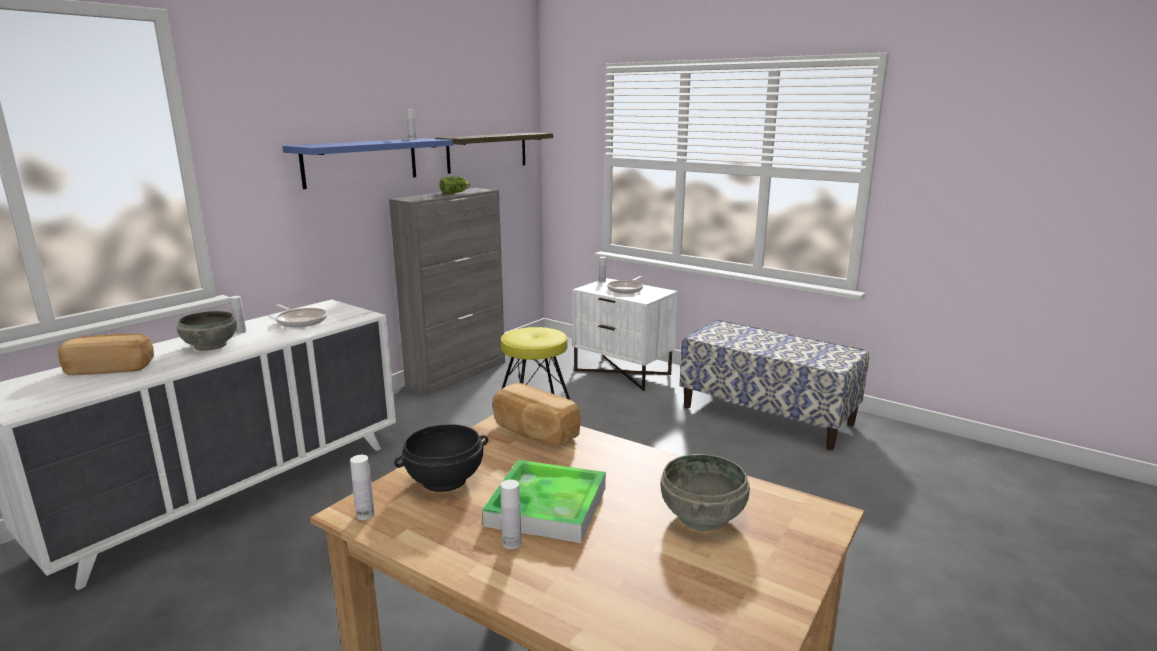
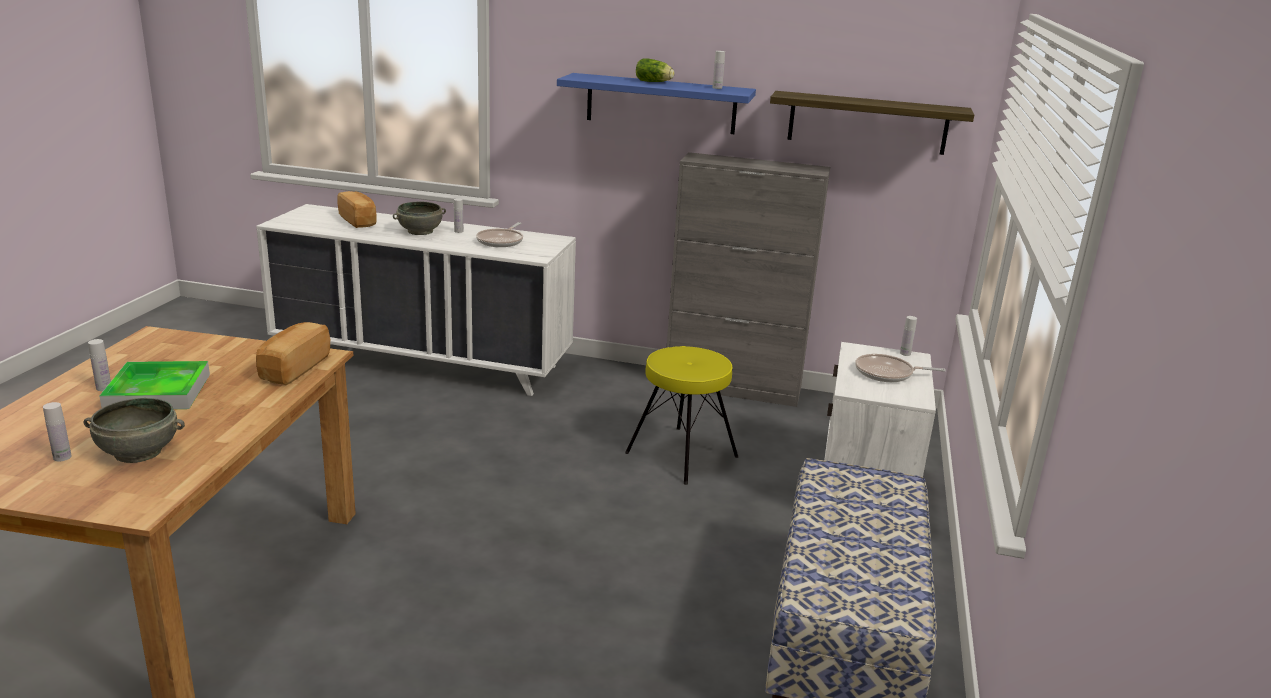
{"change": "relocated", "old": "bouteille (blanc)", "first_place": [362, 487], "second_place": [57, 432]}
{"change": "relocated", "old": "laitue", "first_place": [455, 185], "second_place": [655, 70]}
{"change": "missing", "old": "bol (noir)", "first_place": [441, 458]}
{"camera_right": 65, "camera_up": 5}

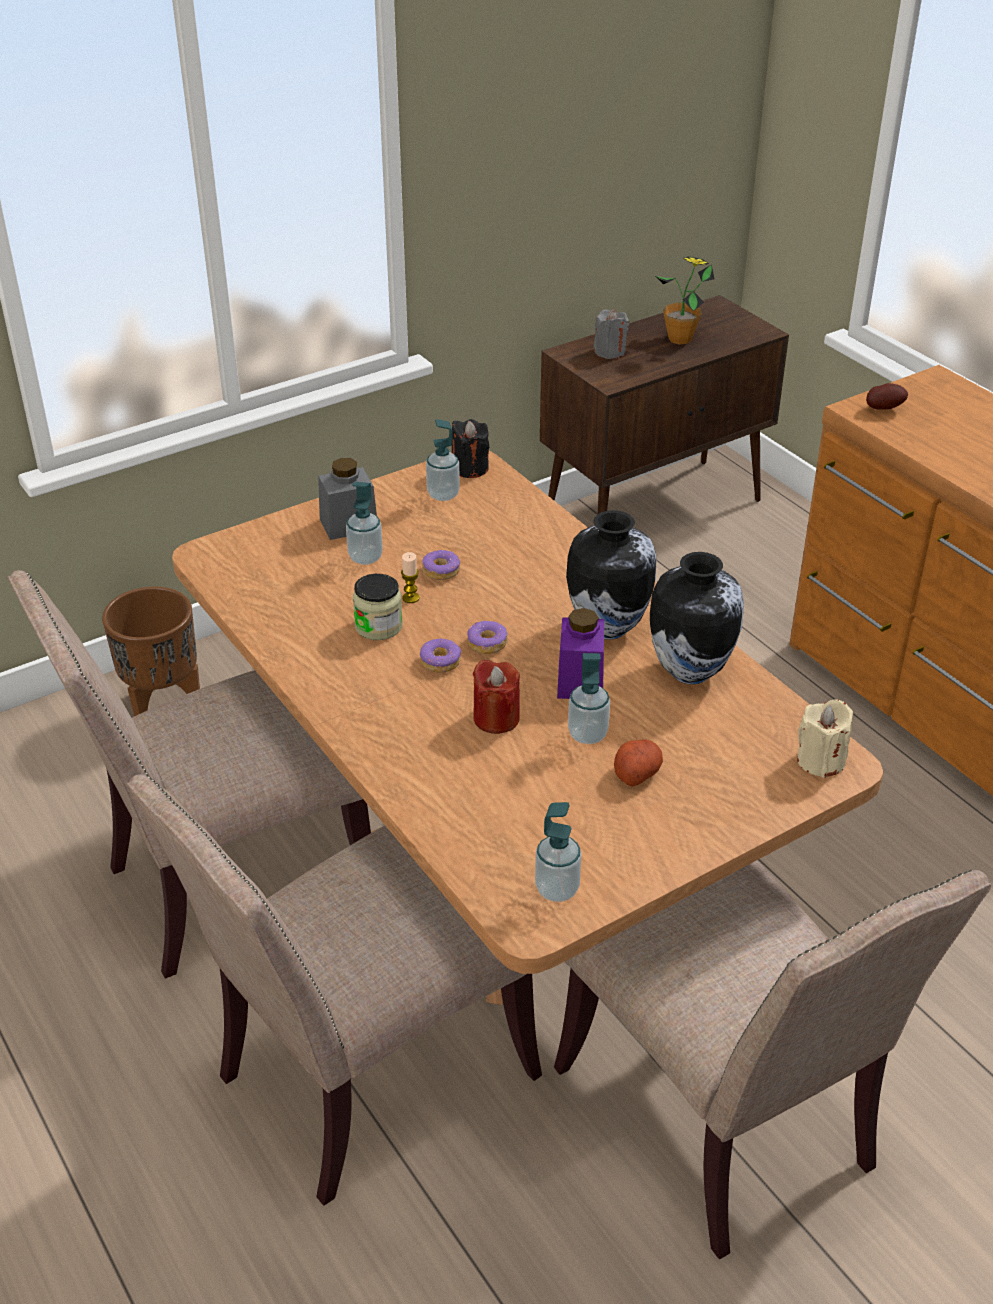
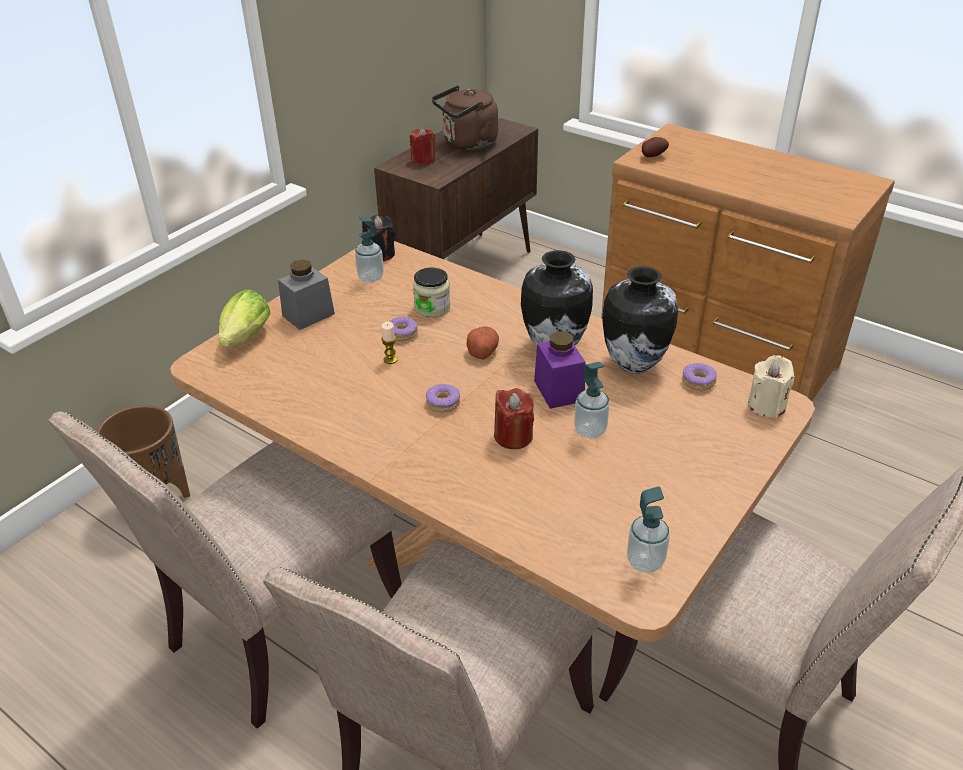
{"change": "appeared", "new": "laitue", "second_place": [244, 318]}
{"change": "colour", "old": "bougie (gris)", "new": "bougie (rouge)", "first_place": [611, 334], "second_place": [422, 146]}
{"change": "relocated", "old": "bocal", "first_place": [378, 607], "second_place": [431, 293]}
{"change": "exchanged", "old": "plante en pot", "new": "bouilloire (marron)", "first_place": [685, 300], "second_place": [465, 118]}
{"change": "relocated", "old": "pomme de terre", "first_place": [638, 763], "second_place": [483, 343]}
{"change": "relocated", "old": "beignet", "first_place": [487, 637], "second_place": [699, 377]}
{"change": "missing", "old": "distributeur de savon", "first_place": [364, 523]}
{"camera_right": -20, "camera_up": 0}

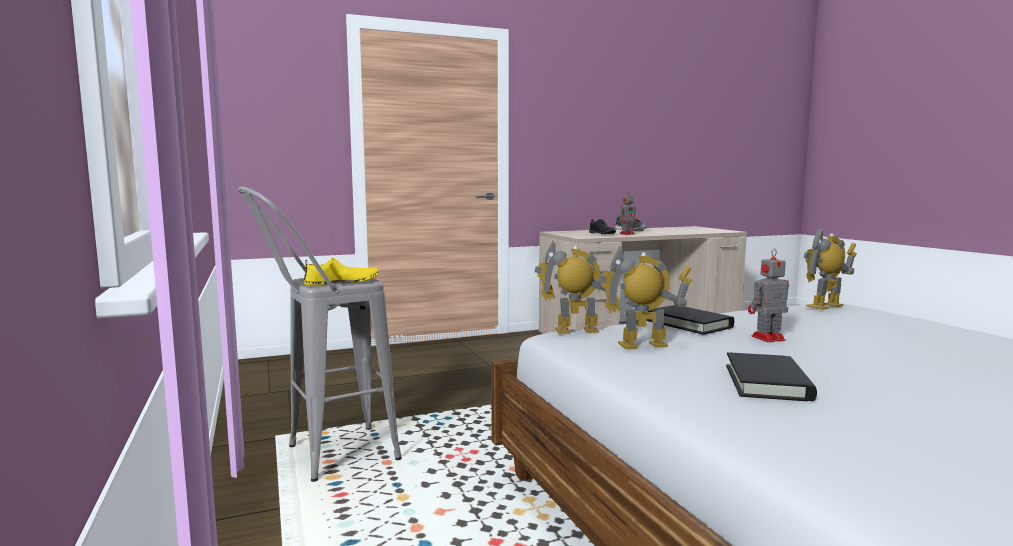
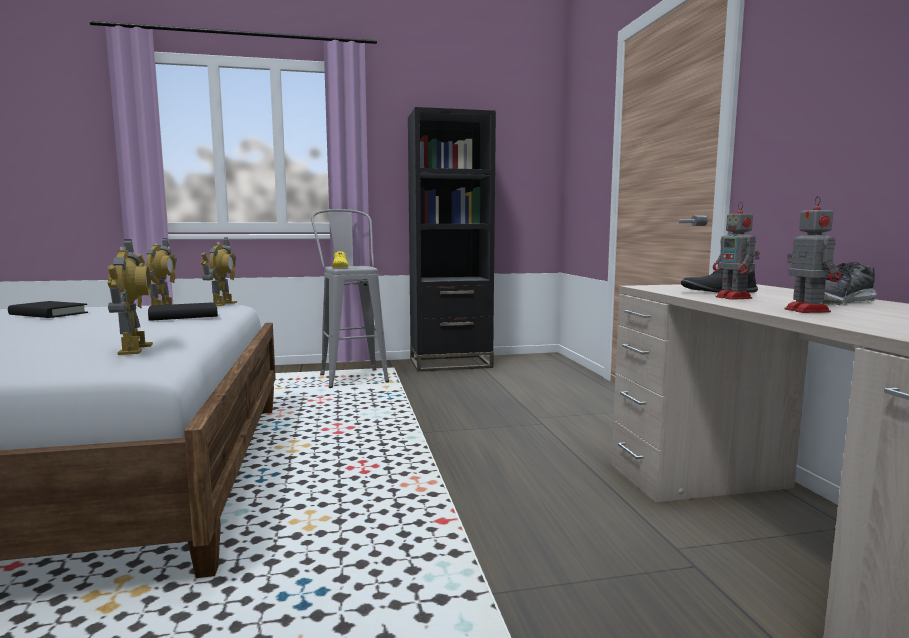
{"change": "appeared", "new": "bibliothèque (noir)", "second_place": [452, 239]}
{"change": "relocated", "old": "robot jouet", "first_place": [768, 295], "second_place": [813, 254]}
{"camera_right": 100, "camera_up": 0}

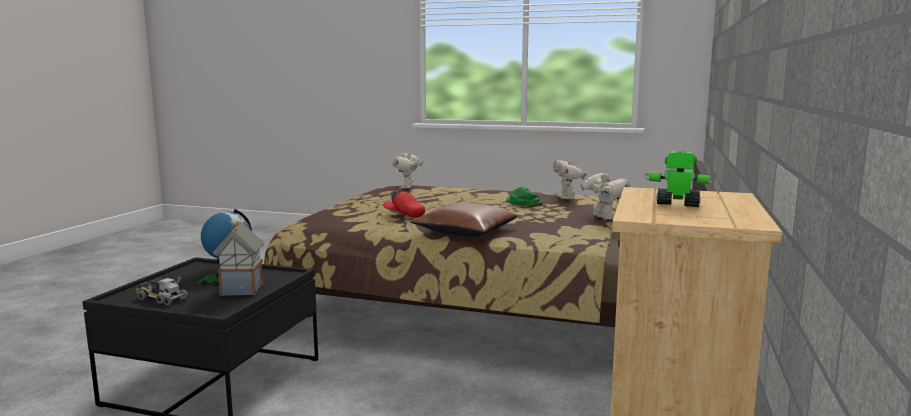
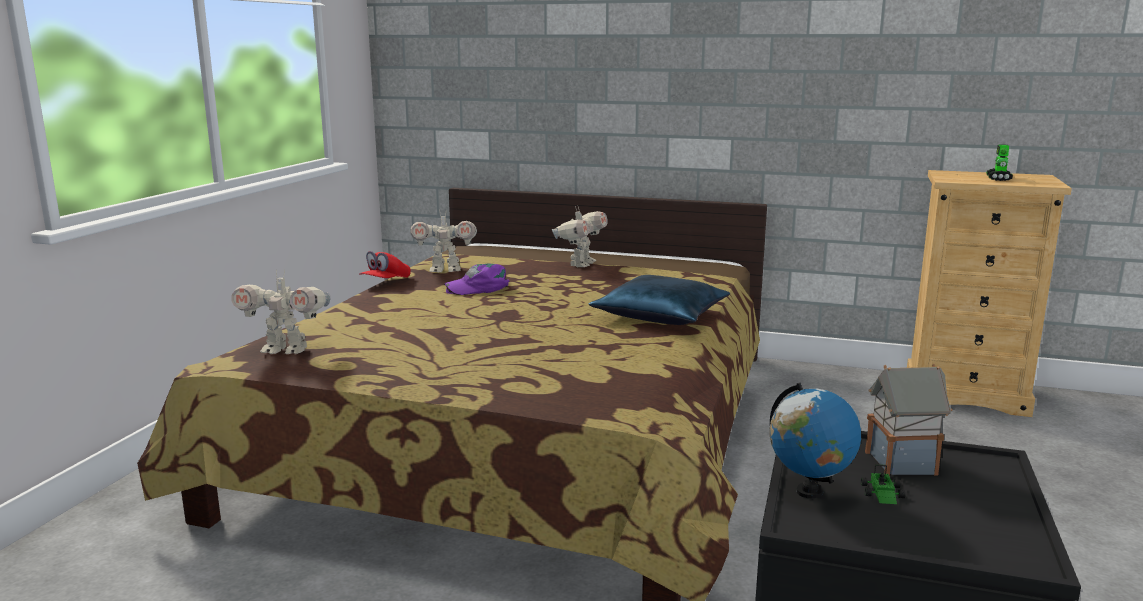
{"change": "relocated", "old": "casquette (rouge)", "first_place": [404, 203], "second_place": [385, 264]}
{"change": "colour", "old": "casquette (vert)", "new": "casquette (violet)", "first_place": [524, 197], "second_place": [476, 279]}
{"change": "spun", "old": "robot jouet", "first_place": [605, 195], "second_place": [580, 236], "degrees": 135}
{"change": "colour", "old": "coussin (marron)", "new": "coussin (bleu)", "first_place": [464, 219], "second_place": [659, 300]}
{"change": "missing", "old": "camion jouet", "first_place": [162, 292]}
{"camera_right": -90, "camera_up": 5}

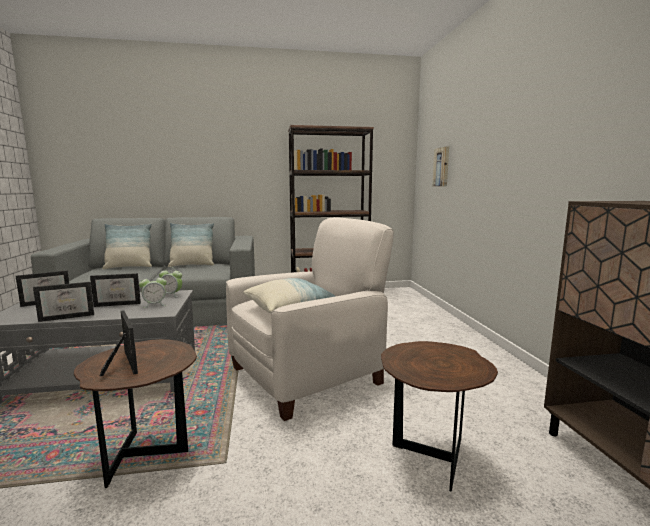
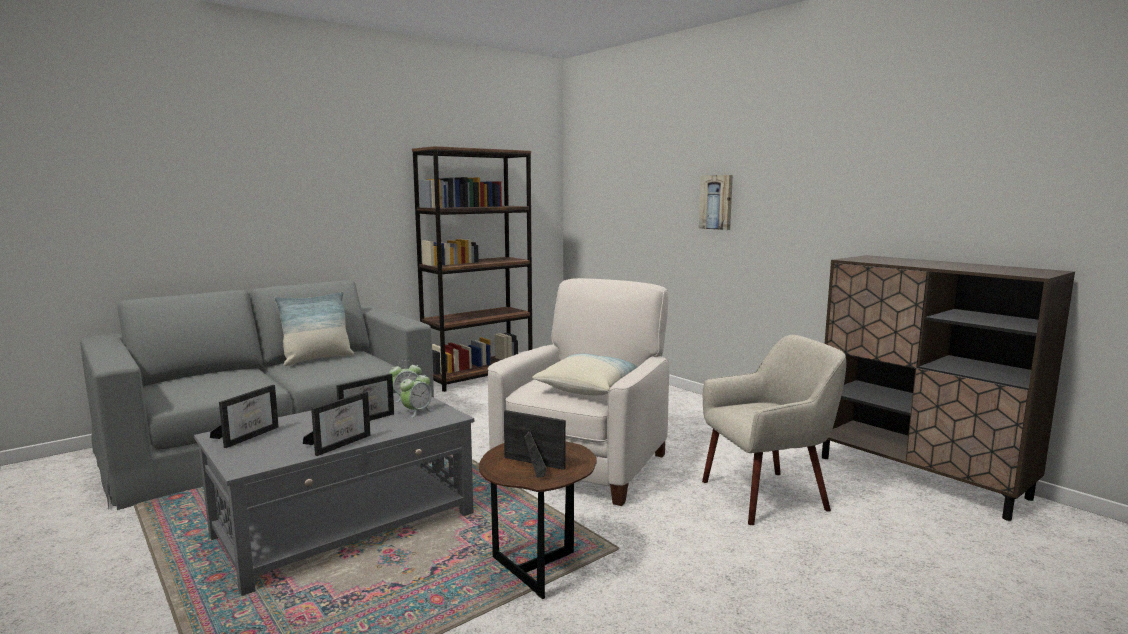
{"change": "relocated", "old": "tableau", "first_place": [440, 166], "second_place": [716, 202]}
{"change": "exchanged", "old": "table d'appoint (marron)", "new": "fauteuil (beige)", "first_place": [439, 416], "second_place": [774, 430]}
{"change": "missing", "old": "coussin", "first_place": [127, 246]}
{"camera_right": -30, "camera_up": 0}

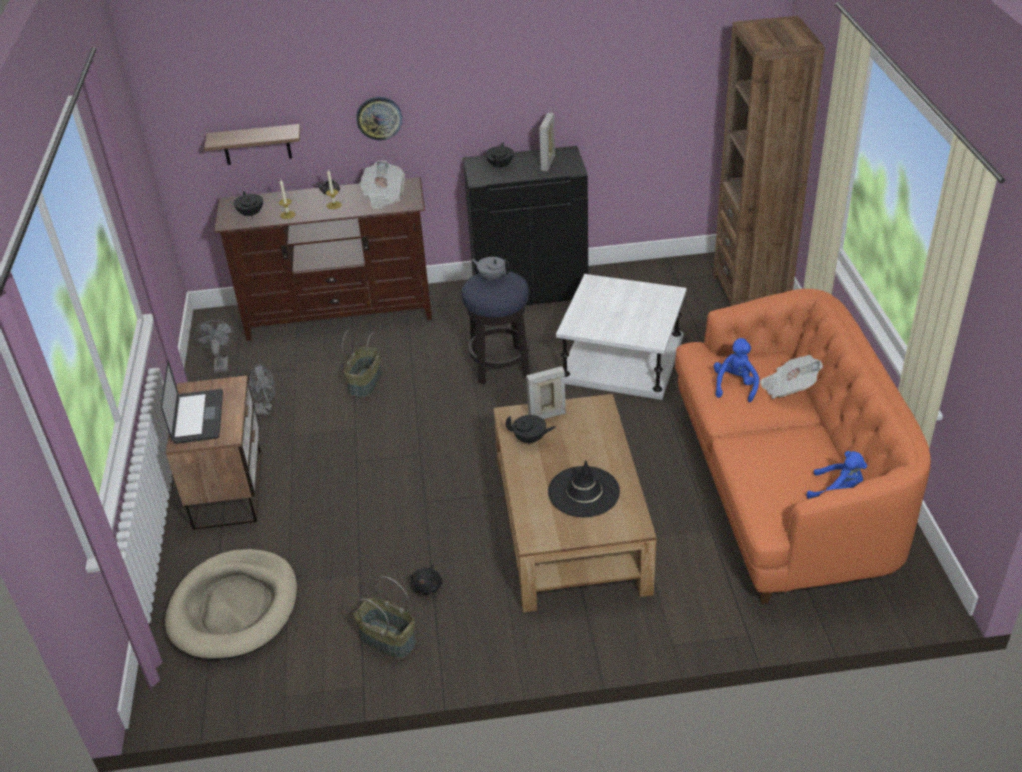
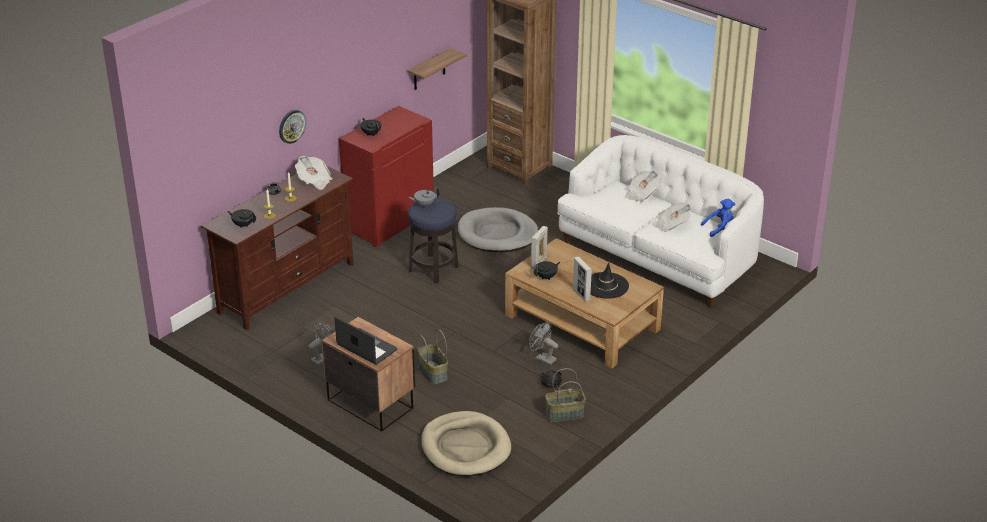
{"change": "colour", "old": "meuble de rangement (noir)", "new": "meuble de rangement (rouge)", "first_place": [525, 225], "second_place": [386, 176]}
{"change": "relocated", "old": "étagère", "first_place": [252, 144], "second_place": [437, 69]}
{"change": "relocated", "old": "panier", "first_place": [362, 363], "second_place": [432, 356]}
{"change": "exchanged", "old": "table d'appoint (blanc)", "new": "panier pour chien (gris)", "first_place": [621, 337], "second_place": [498, 229]}
{"change": "relocated", "old": "ventilateur (gris)", "first_place": [215, 346], "second_place": [543, 343]}
{"change": "colour", "old": "canapé (orange)", "new": "canapé (blanc)", "first_place": [803, 447], "second_place": [660, 221]}
{"change": "relocated", "old": "cadre photo", "first_place": [547, 142], "second_place": [582, 279]}
{"change": "appeared", "new": "journal", "second_place": [672, 217]}
{"change": "missing", "old": "peluche (bleu)", "first_place": [736, 370]}
{"camera_right": -45, "camera_up": -5}

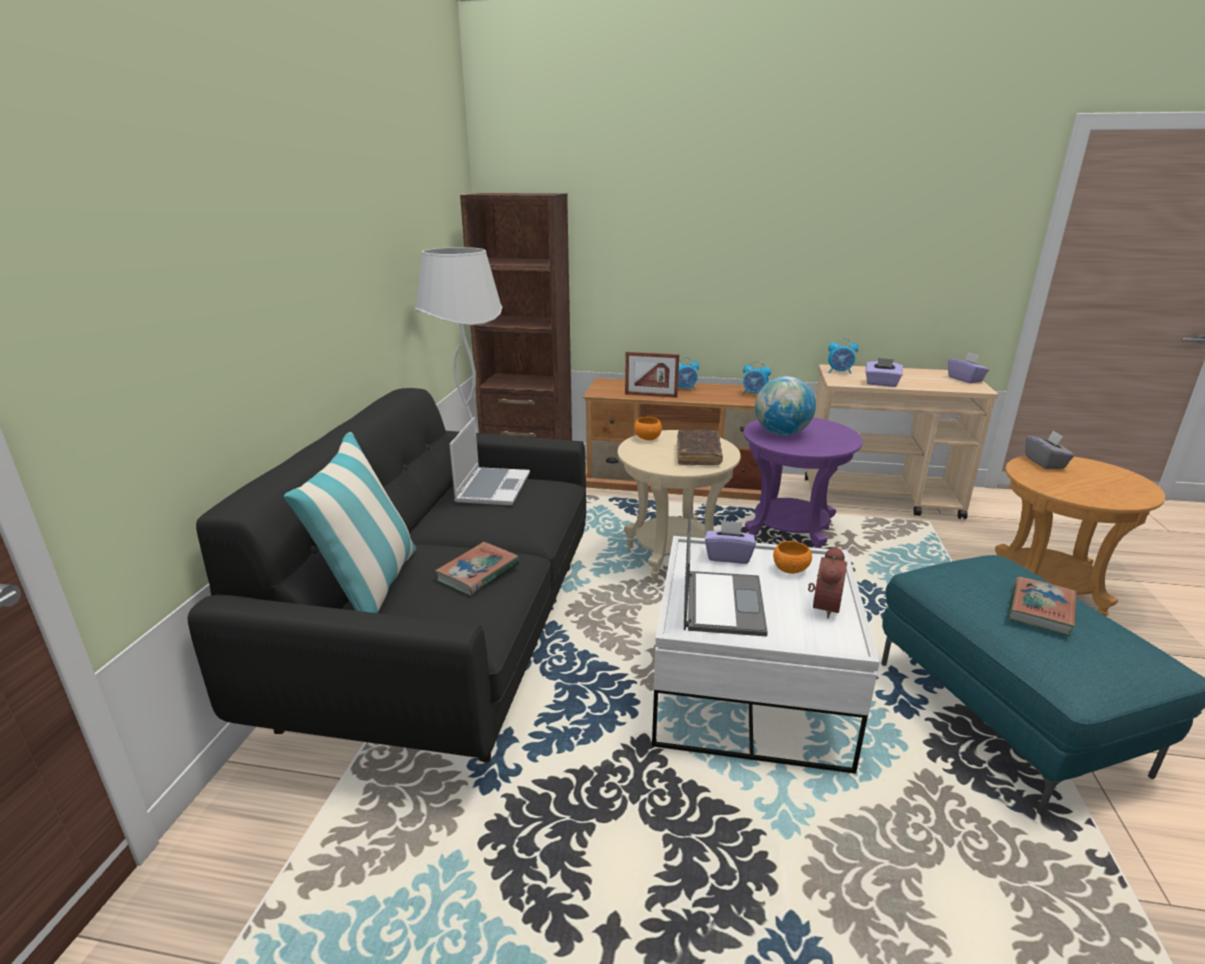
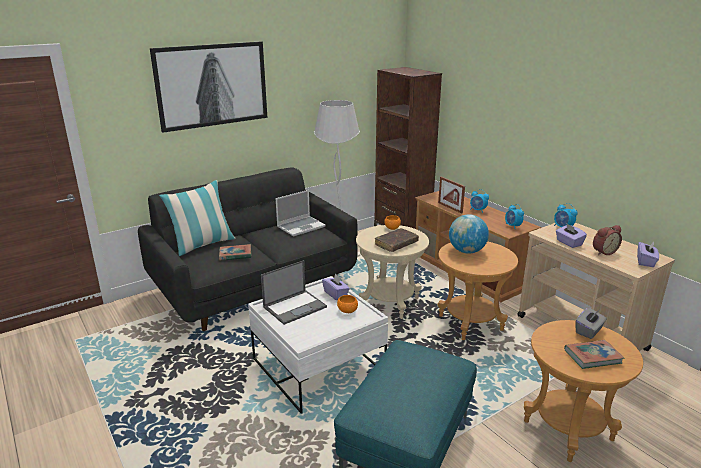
{"change": "appeared", "new": "tableau", "second_place": [208, 87]}
{"change": "colour", "old": "table d'appoint (violet)", "new": "table d'appoint (marron)", "first_place": [803, 482], "second_place": [478, 290]}
{"change": "relocated", "old": "livre", "first_place": [1042, 606], "second_place": [594, 354]}
{"change": "relocated", "old": "réveil", "first_place": [827, 582], "second_place": [607, 240]}
{"camera_right": 45, "camera_up": 0}

